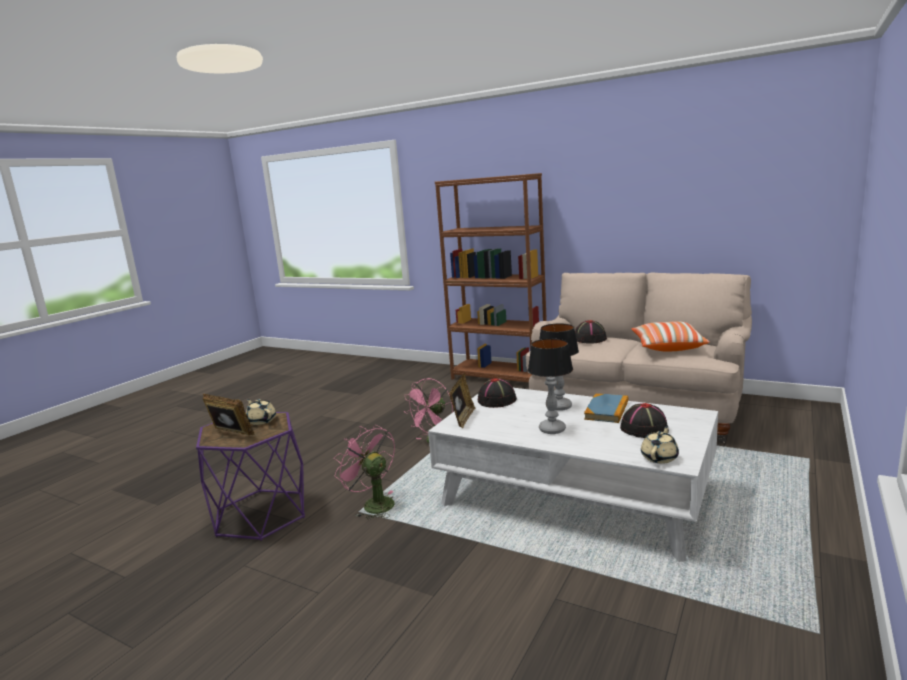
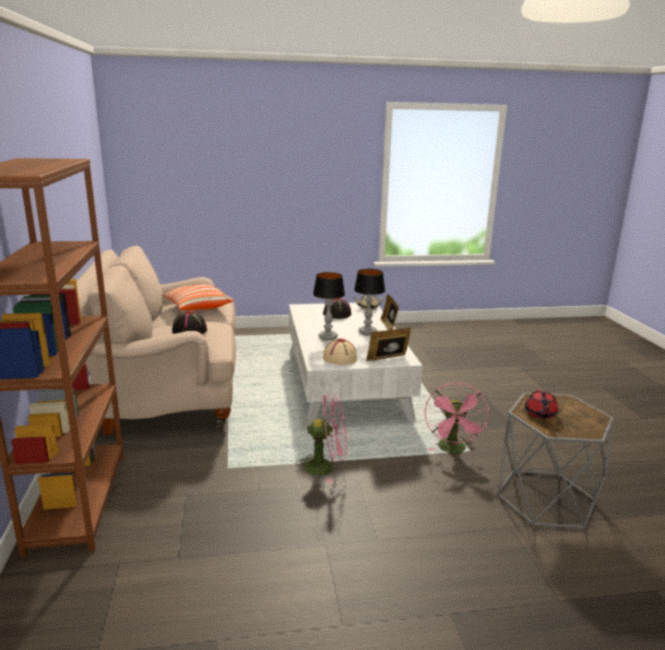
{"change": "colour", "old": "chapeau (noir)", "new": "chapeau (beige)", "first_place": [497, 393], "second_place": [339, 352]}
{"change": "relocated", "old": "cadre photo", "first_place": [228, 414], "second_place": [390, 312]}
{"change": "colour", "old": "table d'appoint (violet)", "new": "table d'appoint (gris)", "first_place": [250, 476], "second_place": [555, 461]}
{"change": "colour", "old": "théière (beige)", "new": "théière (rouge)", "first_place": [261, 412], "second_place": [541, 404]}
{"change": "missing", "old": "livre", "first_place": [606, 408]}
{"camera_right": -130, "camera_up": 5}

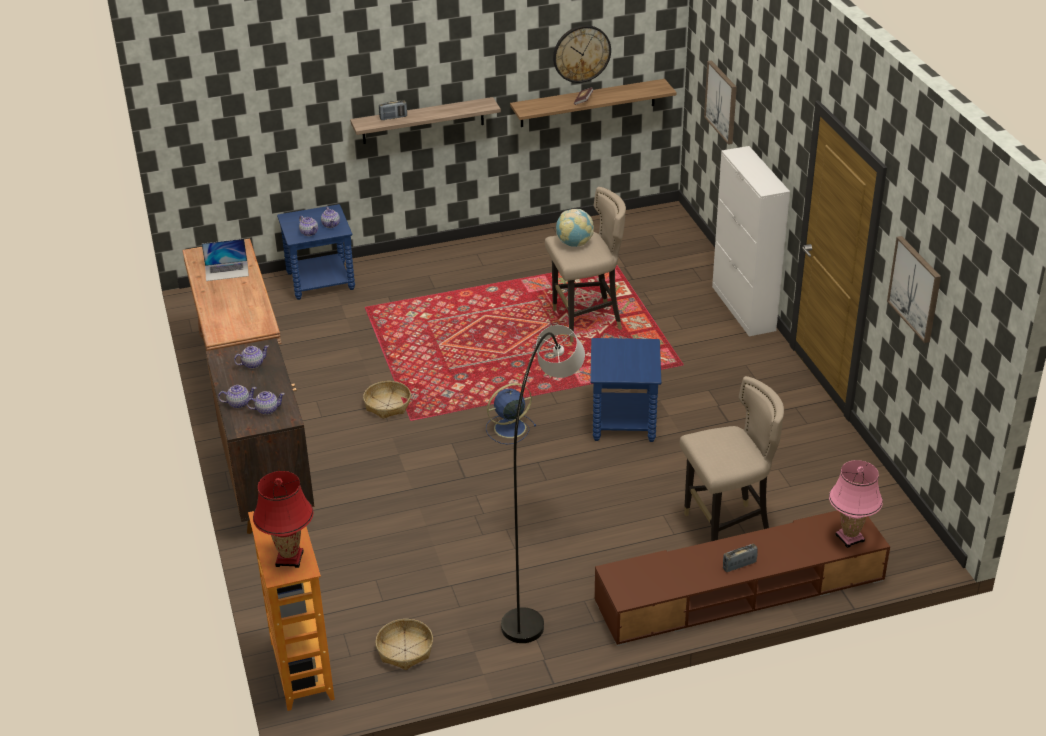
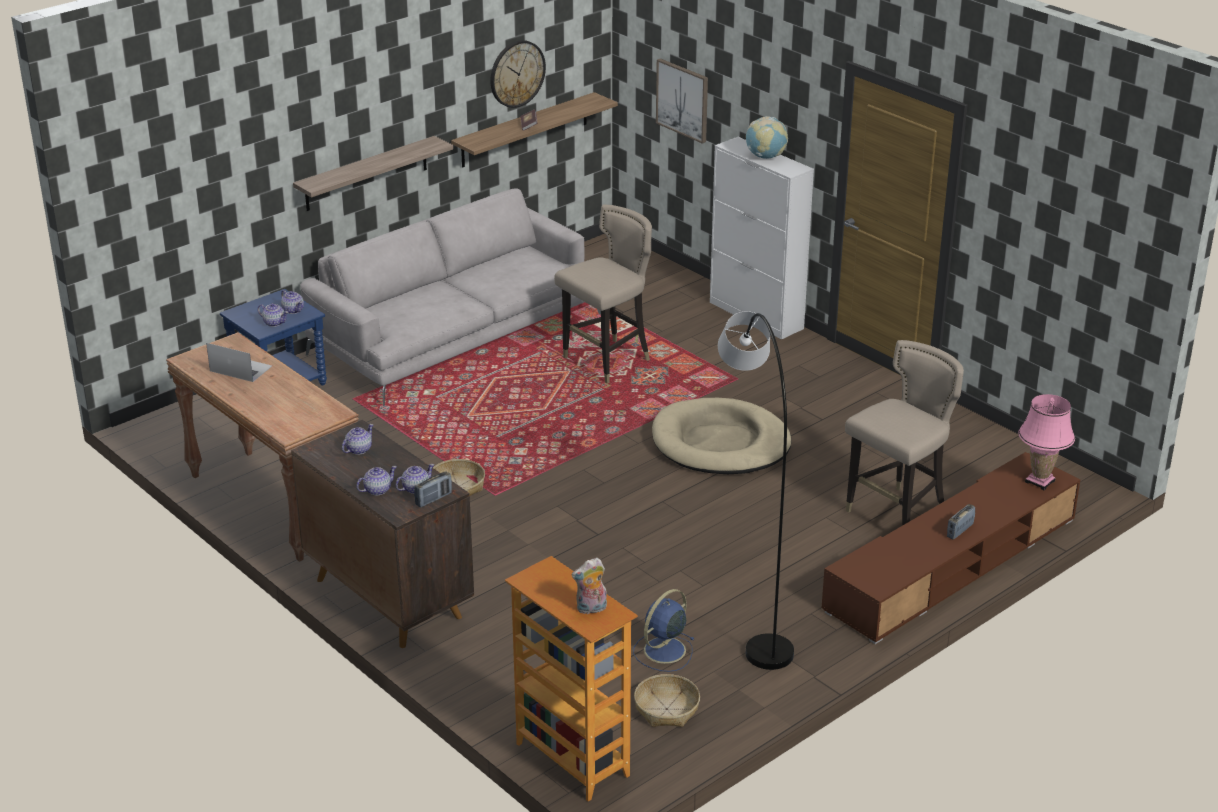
{"change": "spun", "old": "ordinateur portable", "first_place": [225, 260], "second_place": [239, 362], "degrees": -120}
{"change": "appeared", "new": "canapé (gris)", "second_place": [450, 297]}
{"change": "relocated", "old": "radio", "first_place": [393, 110], "second_place": [433, 489]}
{"change": "exchanged", "old": "lampe de table (rouge)", "new": "peluche", "first_place": [283, 519], "second_place": [589, 585]}
{"change": "relocated", "old": "ventilateur (bleu)", "first_place": [511, 413], "second_place": [663, 630]}
{"change": "exchanged", "old": "table d'appoint (bleu)", "new": "panier pour chien (beige)", "first_place": [625, 390], "second_place": [722, 436]}
{"change": "relocated", "old": "globe", "first_place": [575, 228], "second_place": [767, 137]}
{"change": "missing", "old": "tableau", "first_place": [914, 289]}
{"camera_right": -25, "camera_up": -5}

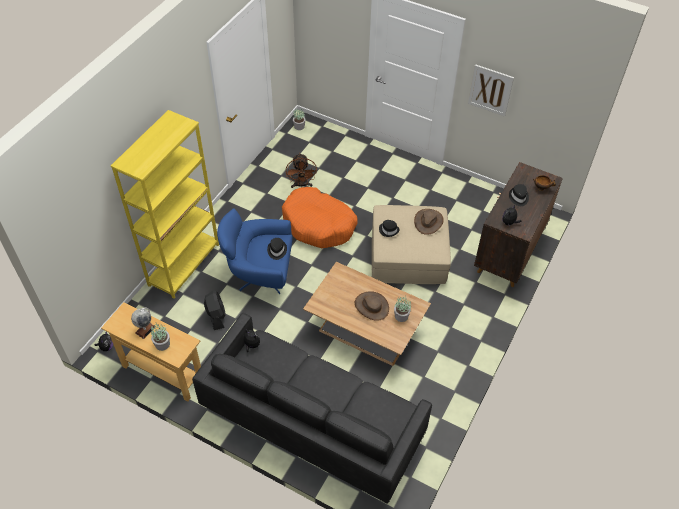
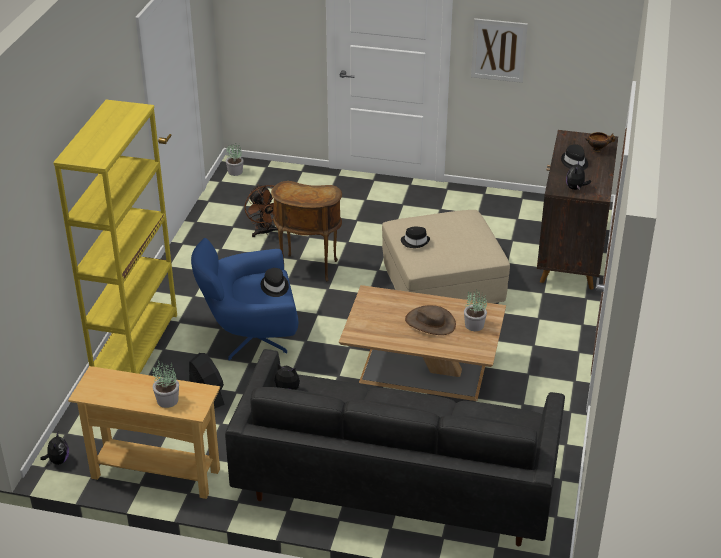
{"change": "exchanged", "old": "panier pour chien (orange)", "new": "table d'appoint (marron)", "first_place": [320, 217], "second_place": [306, 231]}
{"change": "missing", "old": "globe", "first_place": [142, 323]}
{"change": "missing", "old": "chapeau (marron)", "first_place": [429, 222]}
{"camera_right": -15, "camera_up": -15}

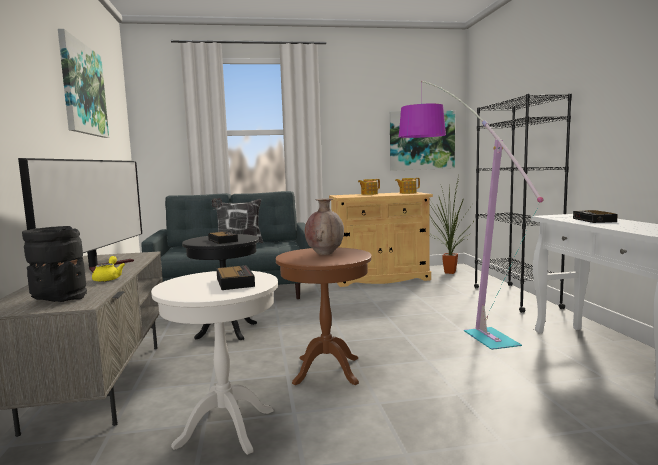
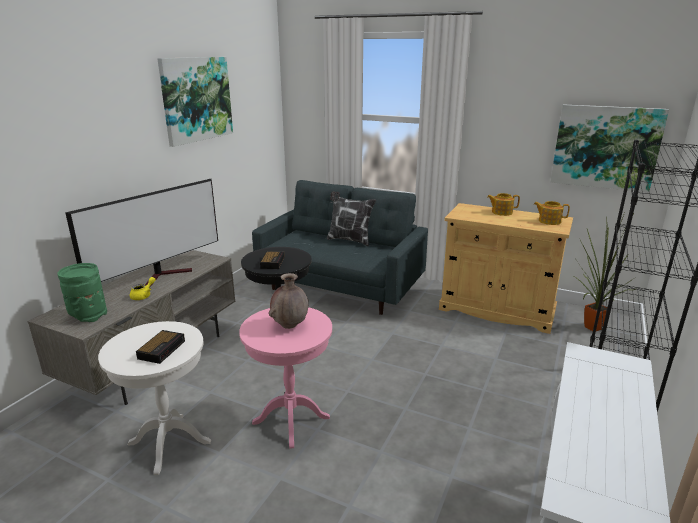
{"change": "colour", "old": "vase (noir)", "new": "vase (vert)", "first_place": [54, 264], "second_place": [82, 292]}
{"change": "colour", "old": "table d'appoint (marron)", "new": "table d'appoint (rose)", "first_place": [324, 316], "second_place": [285, 378]}
{"change": "missing", "old": "lampadaire", "first_place": [471, 215]}
{"change": "missing", "old": "réveil", "first_place": [595, 216]}
{"camera_right": 35, "camera_up": 15}

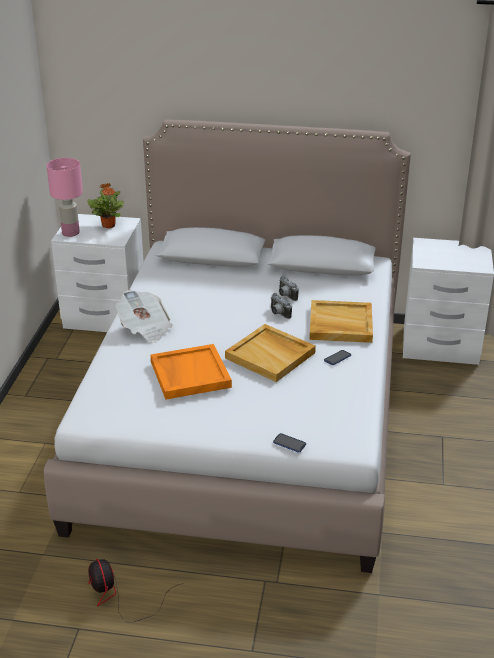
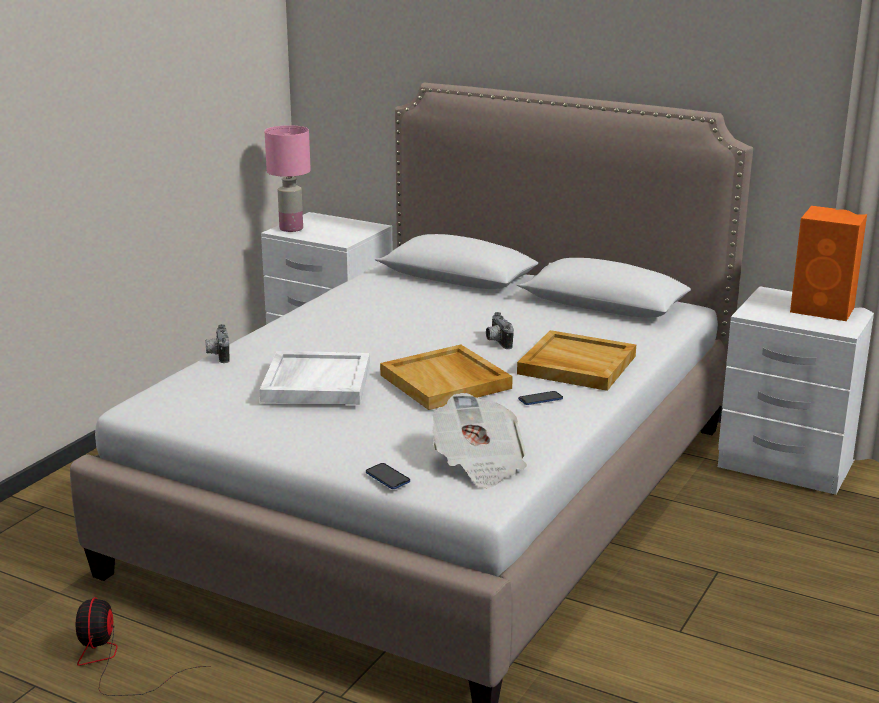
{"change": "relocated", "old": "appareil photo", "first_place": [289, 288], "second_place": [218, 343]}
{"change": "colour", "old": "plateau (orange)", "new": "plateau (blanc)", "first_place": [191, 372], "second_place": [314, 378]}
{"change": "relocated", "old": "journal", "first_place": [144, 316], "second_place": [479, 441]}
{"change": "appeared", "new": "enceinte (orange)", "second_place": [828, 263]}
{"change": "missing", "old": "plante en pot", "first_place": [105, 205]}
{"camera_right": 20, "camera_up": -10}

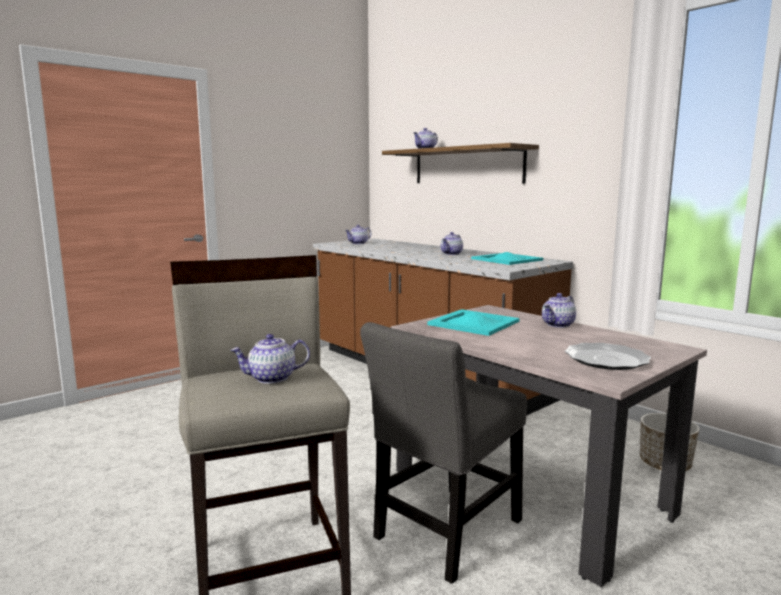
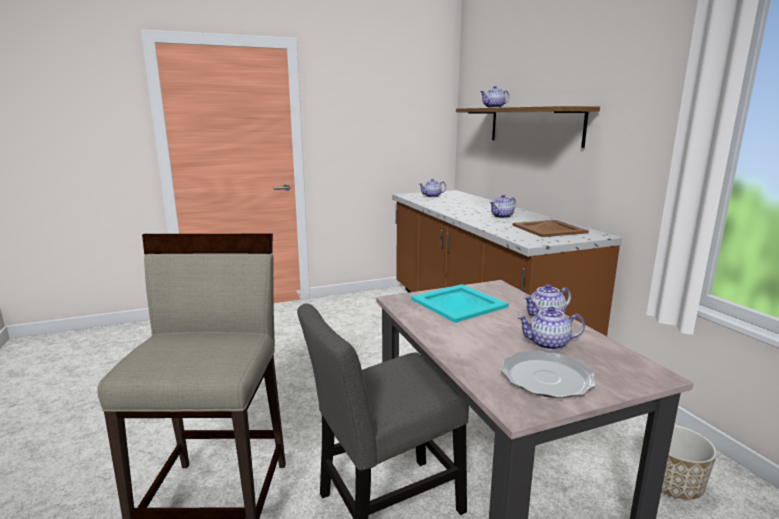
{"change": "colour", "old": "plateau (turquoise)", "new": "plateau (marron)", "first_place": [507, 258], "second_place": [550, 228]}
{"change": "relocated", "old": "théière", "first_place": [270, 359], "second_place": [551, 328]}
{"camera_right": 20, "camera_up": 5}

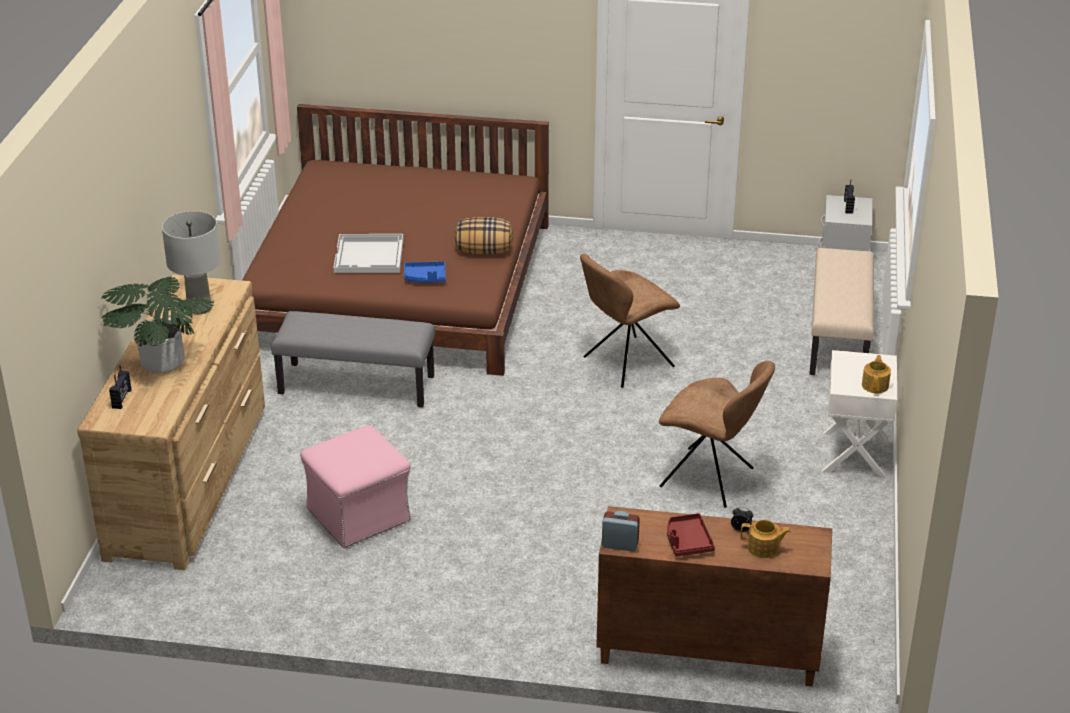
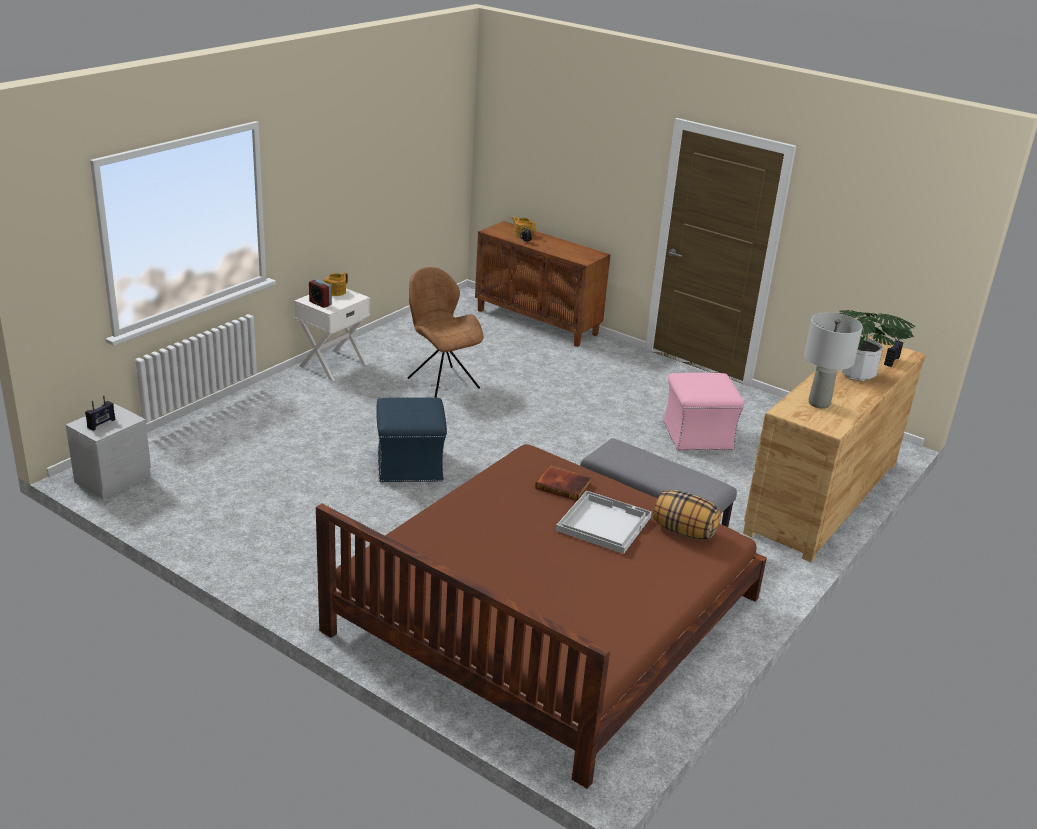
{"change": "relocated", "old": "réveil", "first_place": [621, 531], "second_place": [320, 293]}
{"change": "exchanged", "old": "chaise (marron)", "new": "pouf (bleu)", "first_place": [630, 321], "second_place": [411, 439]}
{"change": "exchanged", "old": "plateau (bleu)", "new": "livre", "first_place": [425, 272], "second_place": [563, 483]}
{"change": "relocated", "old": "coussin", "first_place": [484, 235], "second_place": [687, 514]}
{"change": "missing", "old": "plateau (rouge)", "first_place": [691, 534]}
{"change": "missing", "old": "banc (beige)", "first_place": [841, 311]}
{"camera_right": -155, "camera_up": -5}

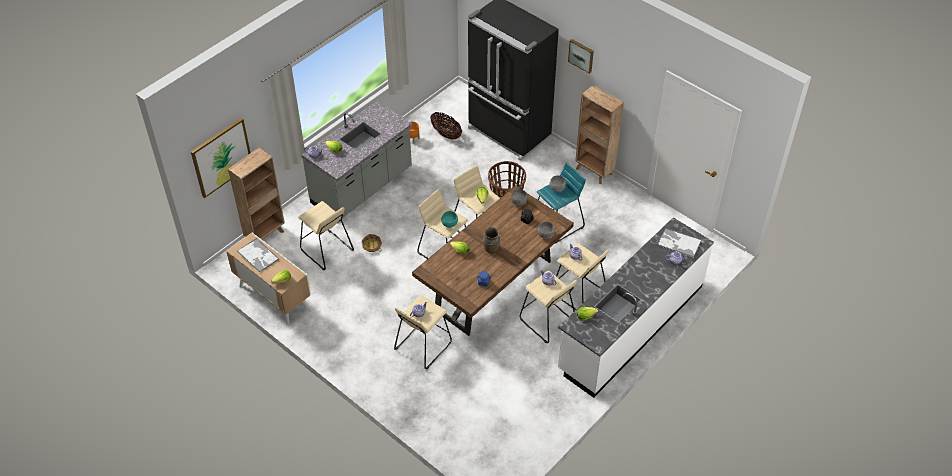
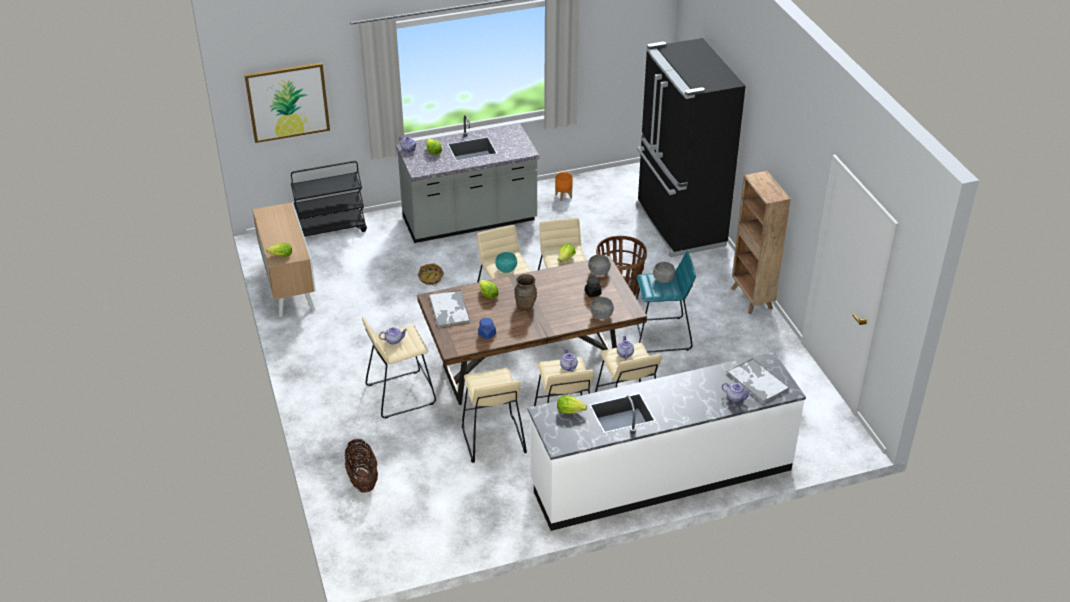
{"change": "exchanged", "old": "bibliothèque (marron)", "new": "chariot (noir)", "first_place": [256, 194], "second_place": [329, 199]}
{"change": "relocated", "old": "panier", "first_place": [446, 126], "second_place": [361, 466]}
{"change": "relocated", "old": "plateau", "first_place": [258, 255], "second_place": [449, 308]}
{"change": "relocated", "old": "tabouret (beige)", "first_place": [326, 236], "second_place": [494, 415]}
{"change": "missing", "old": "tableau", "first_place": [581, 56]}
{"camera_right": 30, "camera_up": -10}

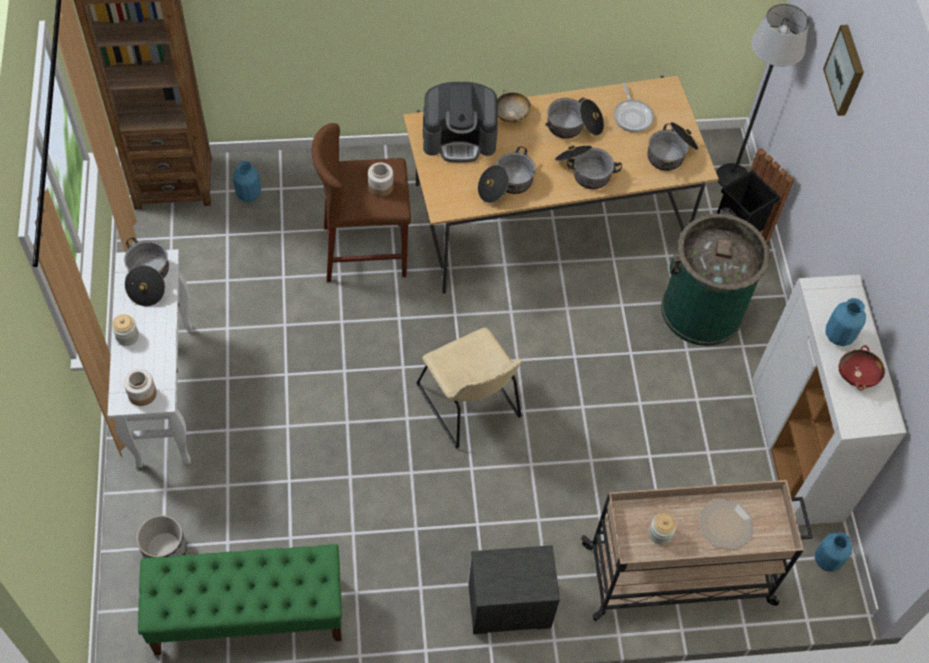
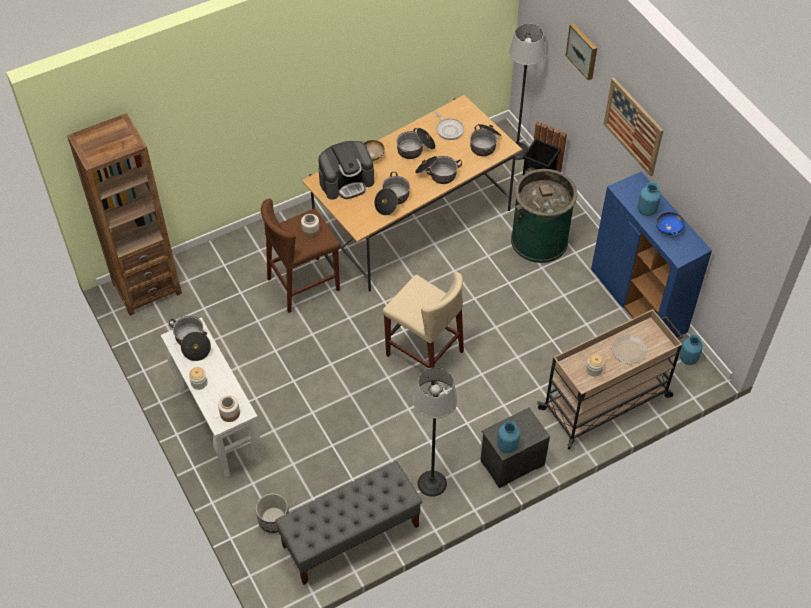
{"change": "colour", "old": "banc (vert)", "new": "banc (gris)", "first_place": [240, 599], "second_place": [348, 523]}
{"change": "exchanged", "old": "chaise (beige)", "new": "tabouret (beige)", "first_place": [469, 388], "second_place": [423, 328]}
{"change": "appeared", "new": "lampadaire", "second_place": [435, 432]}
{"change": "relocated", "old": "vase (bleu)", "first_place": [247, 181], "second_place": [508, 437]}
{"change": "colour", "old": "meuble de rangement (blanc)", "new": "meuble de rangement (bleu)", "first_place": [829, 400], "second_place": [651, 254]}
{"change": "appeared", "new": "tableau", "second_place": [633, 127]}
{"change": "colour", "old": "bol (rouge)", "new": "bol (bleu)", "first_place": [862, 367], "second_place": [670, 222]}
{"camera_right": -20, "camera_up": -5}

